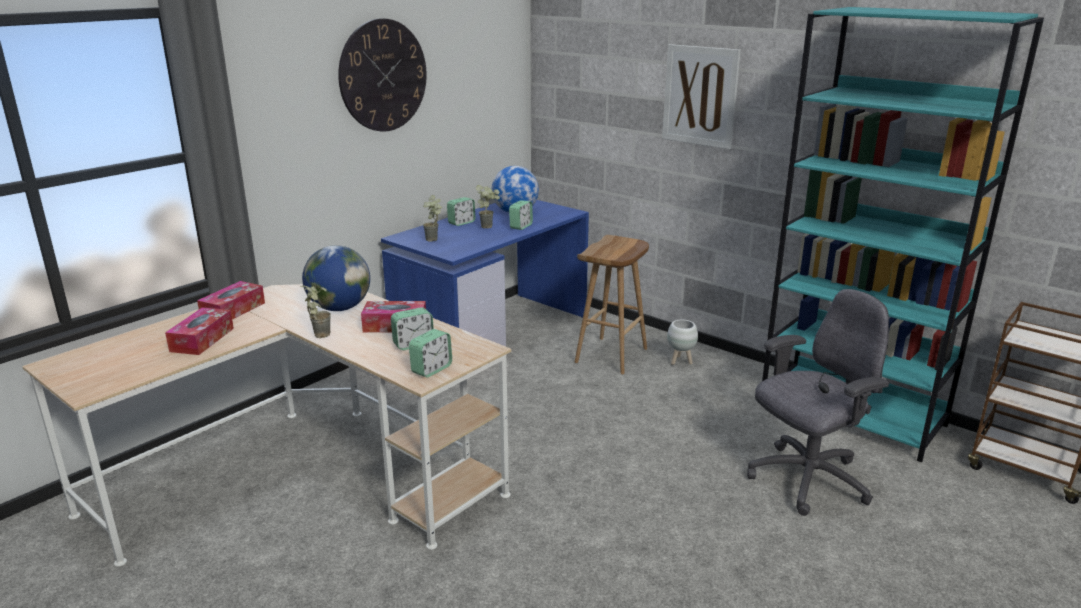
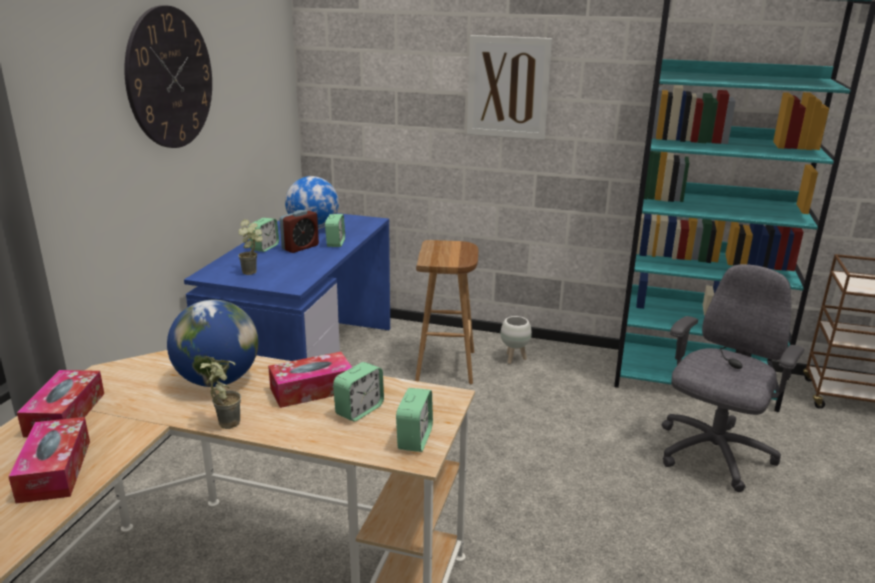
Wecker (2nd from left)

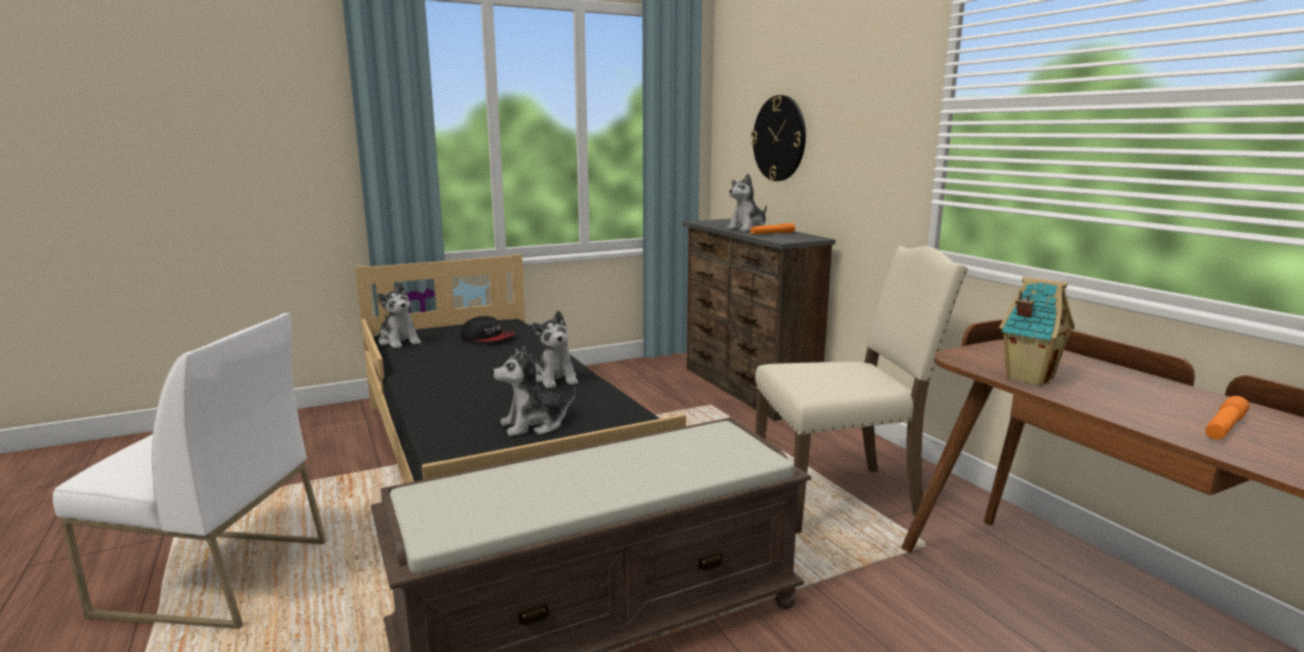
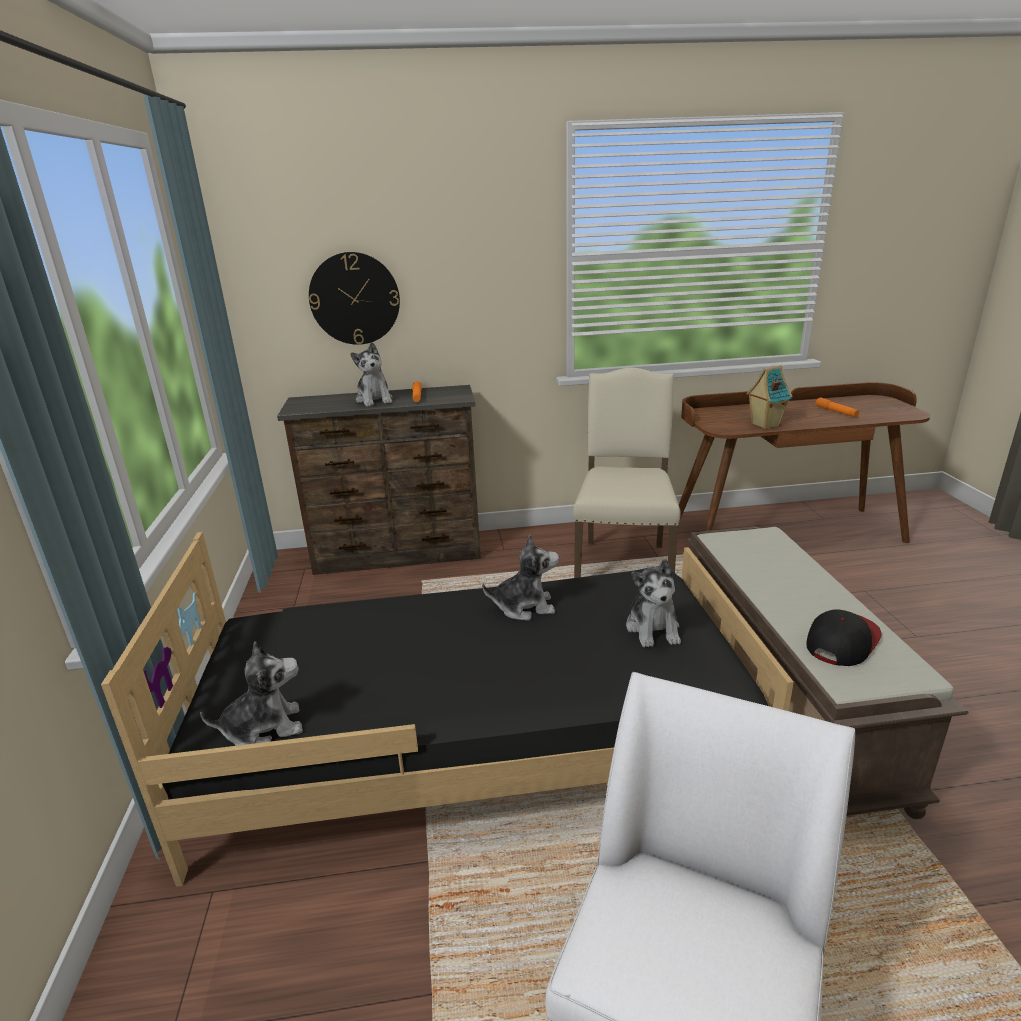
Kappe

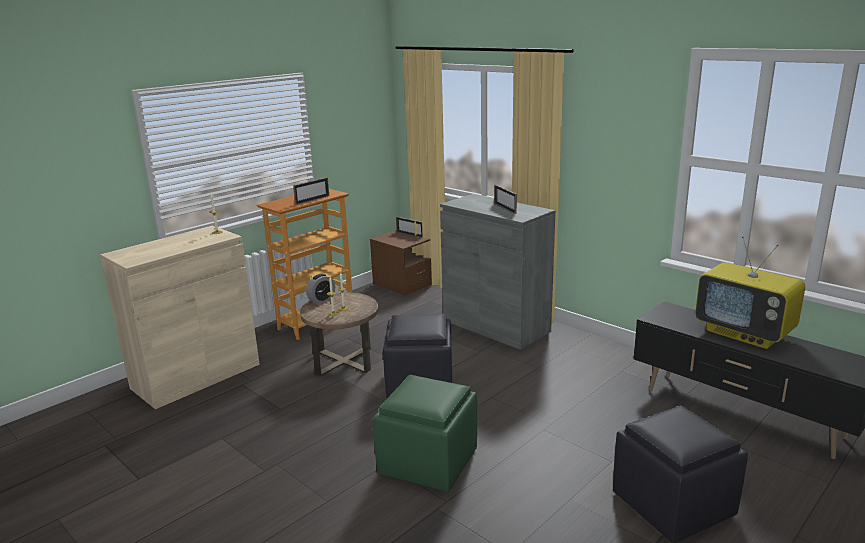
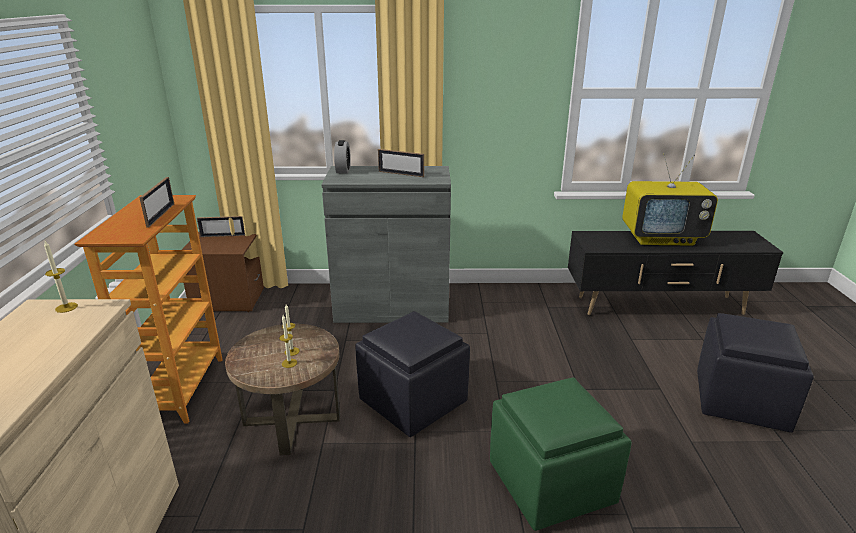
Wecker

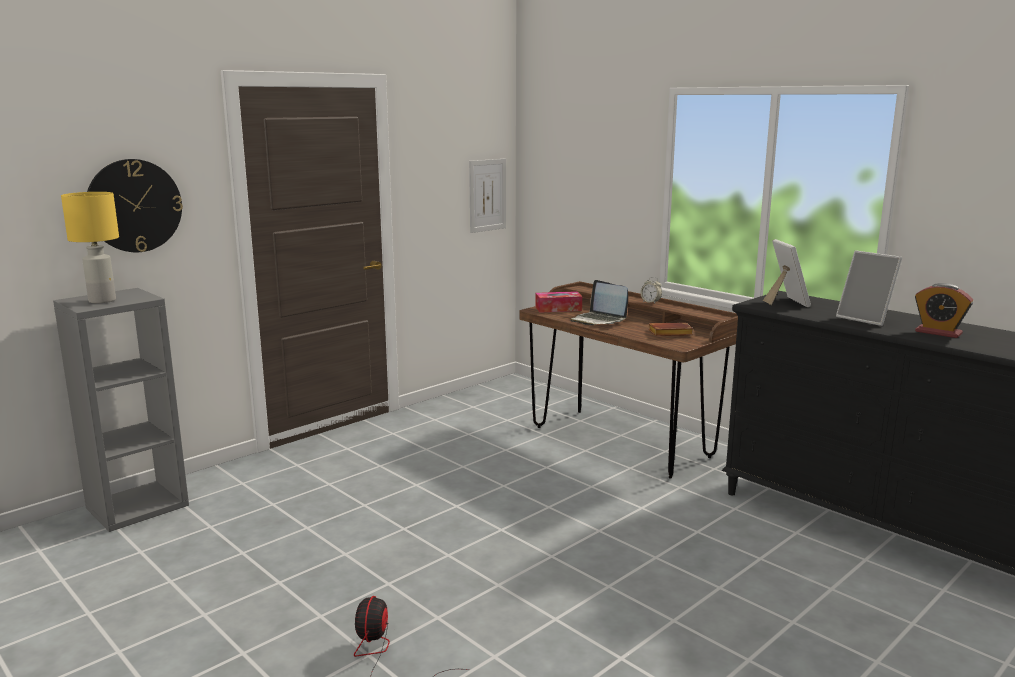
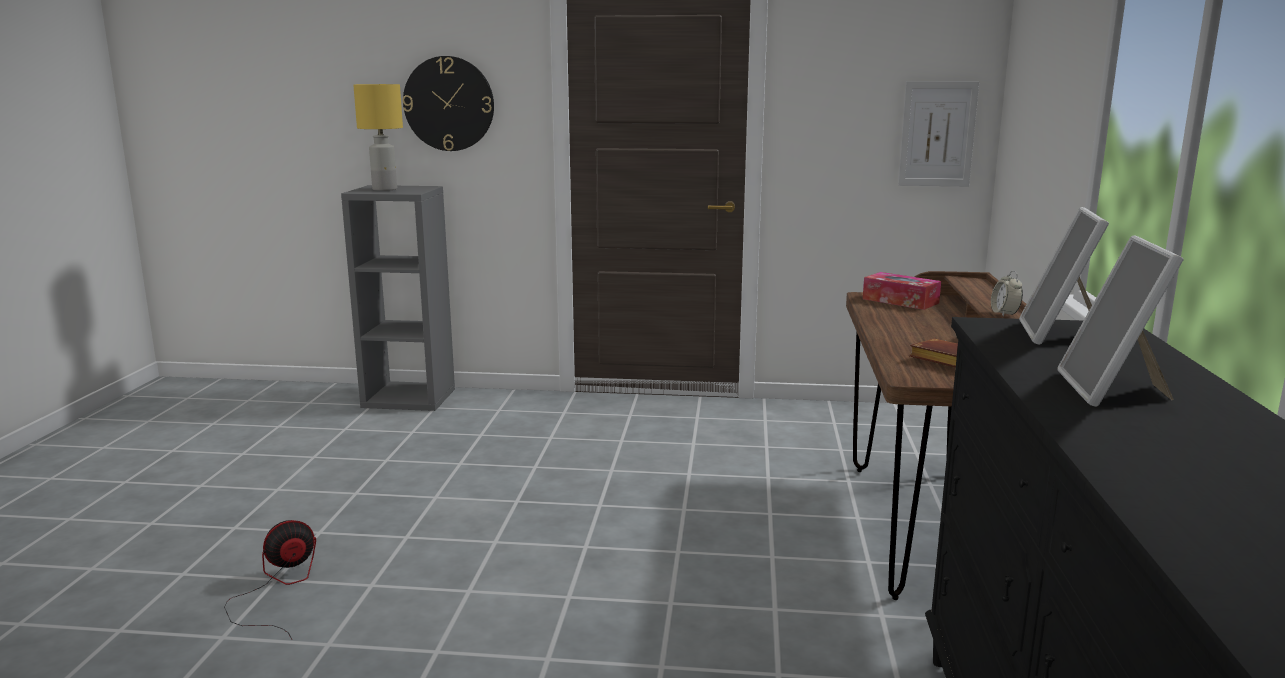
Bilderrahmen (1st from left); Laptop; Wecker (2nd from left in the first image)

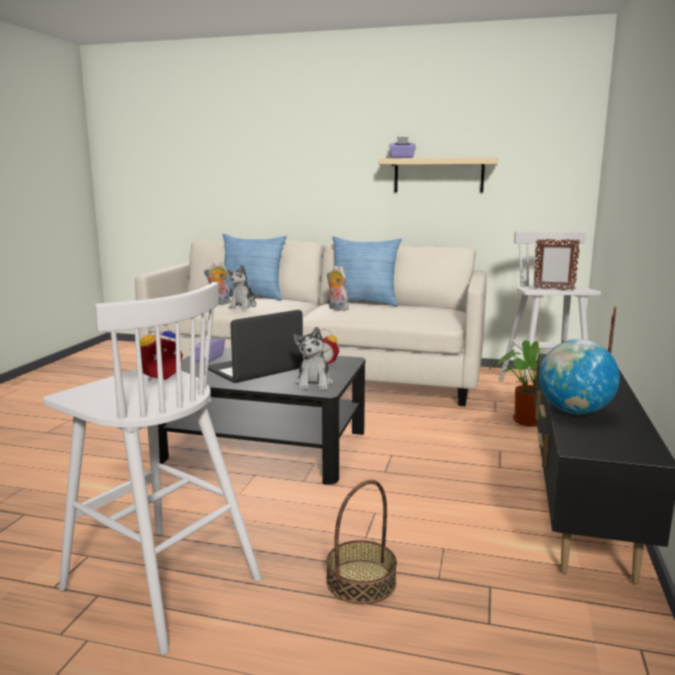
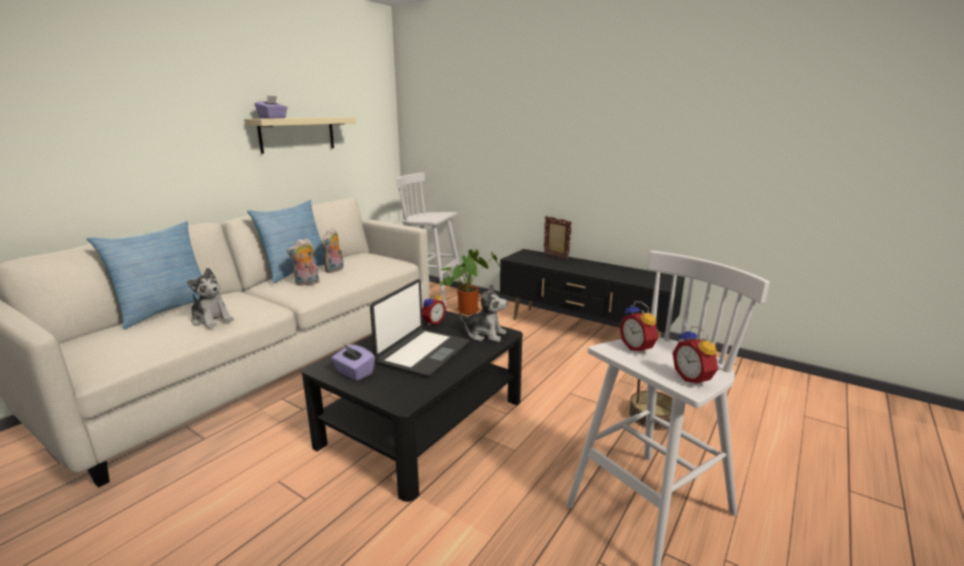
Bilderrahmen (1st from left in the first image); Plüschtier (3rd from left); Laptop; Globus; Wecker (3rd from left)

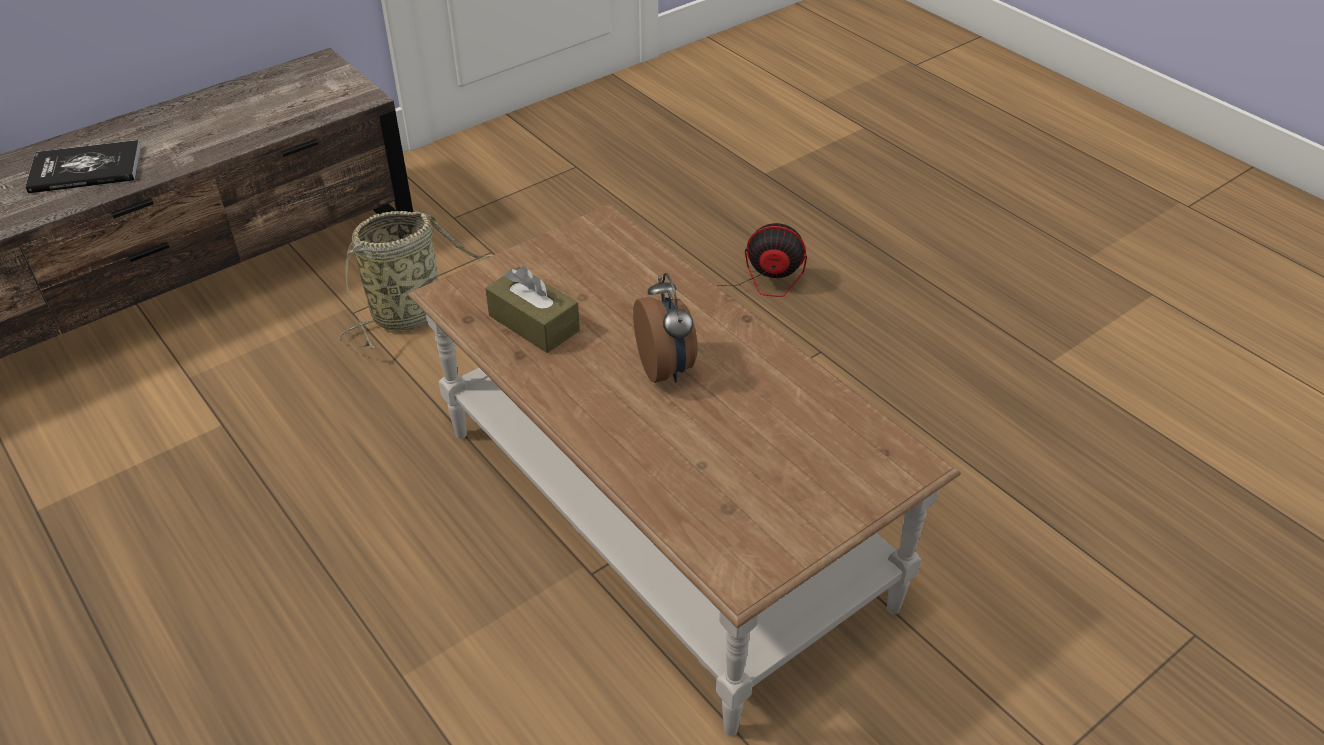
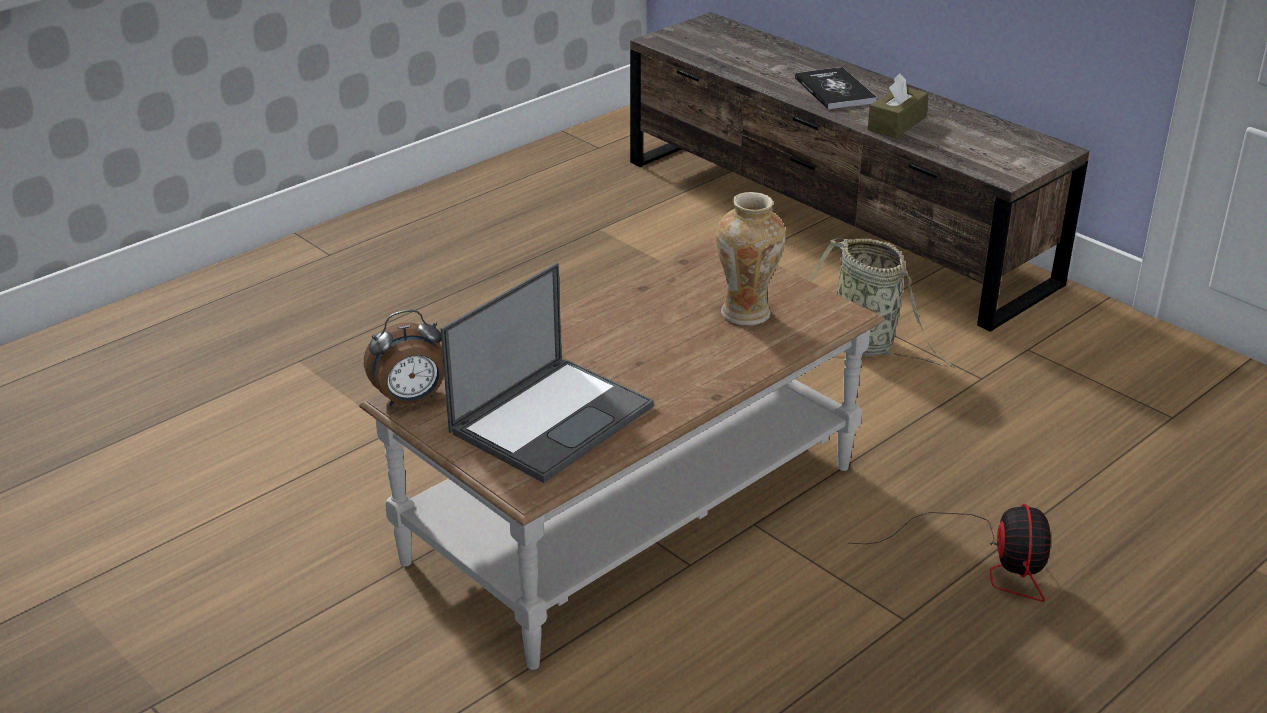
Taschentuchbox/braun; Wecker; Vase; Laptop

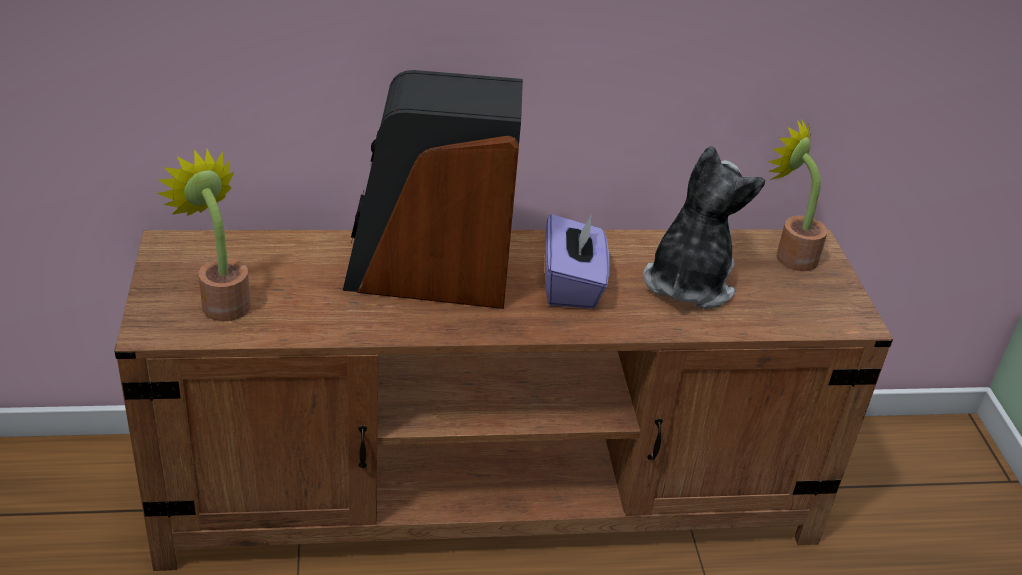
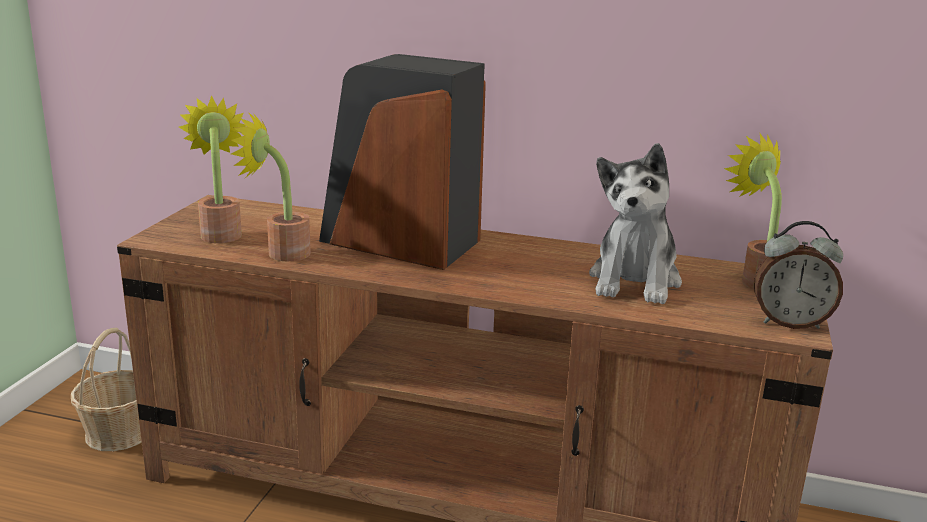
Plüschtier; Taschentuchbox/lila; Topfpflanze (2nd from left); Wecker; Korb

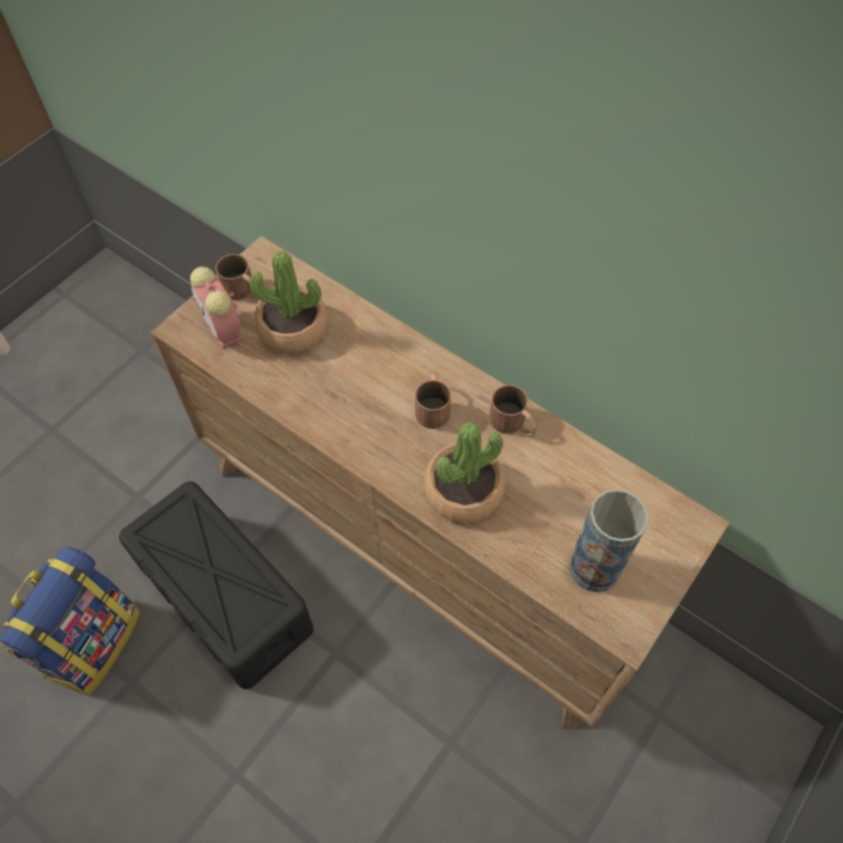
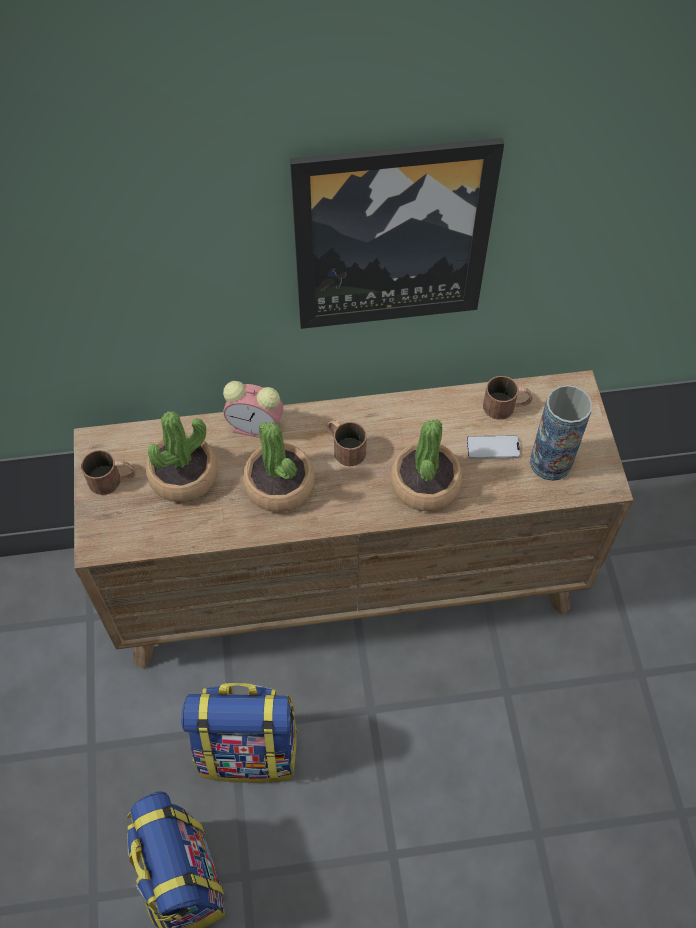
Wecker; Henkelbecher/braun (3rd from left); Rucksack (2nd from left); Bild; Topfpflanze (2nd from left); Handy

